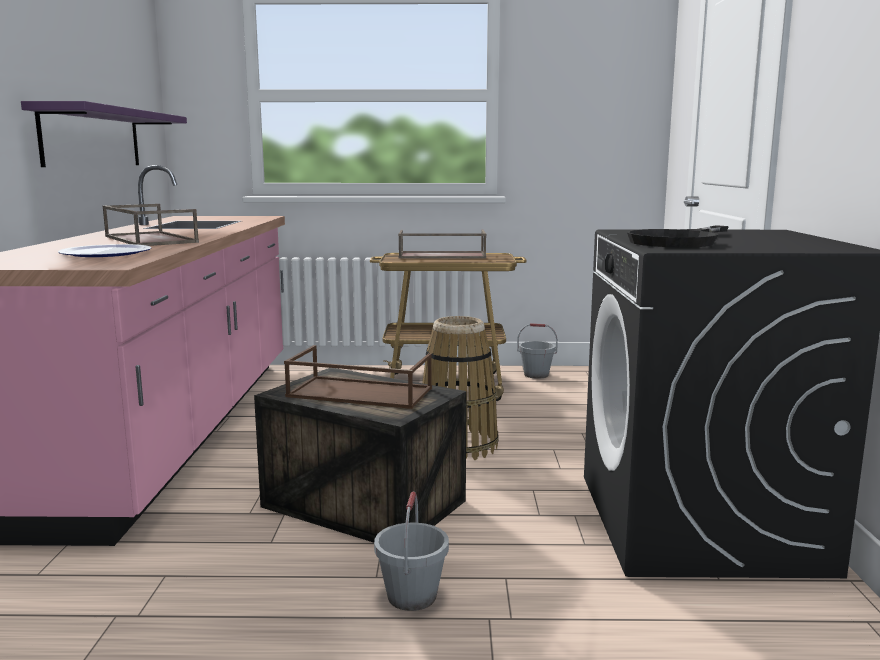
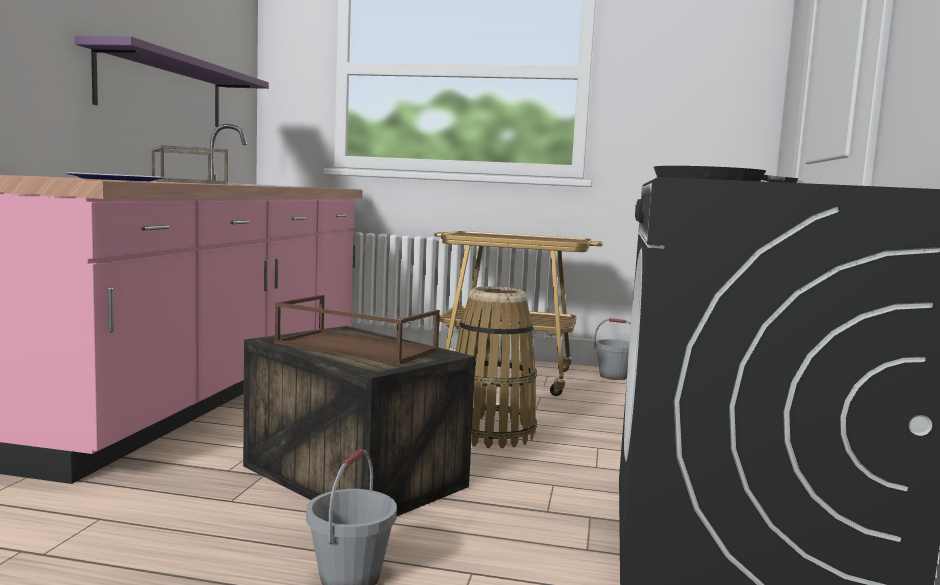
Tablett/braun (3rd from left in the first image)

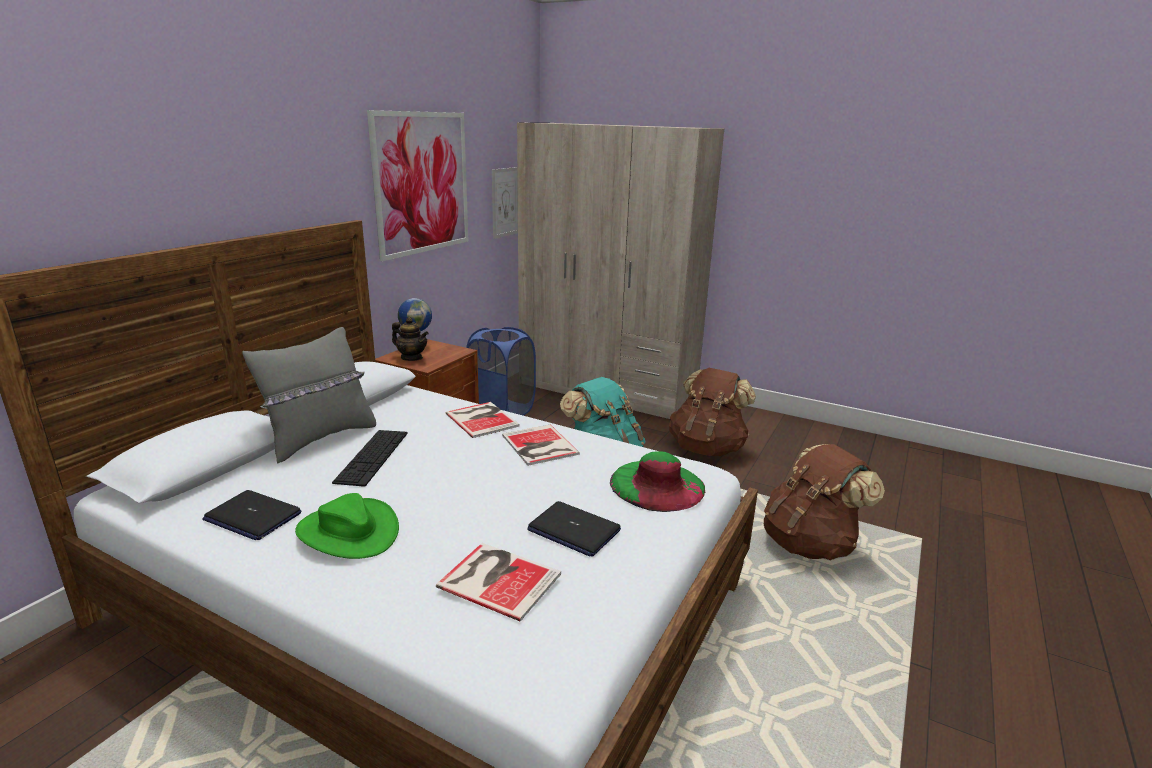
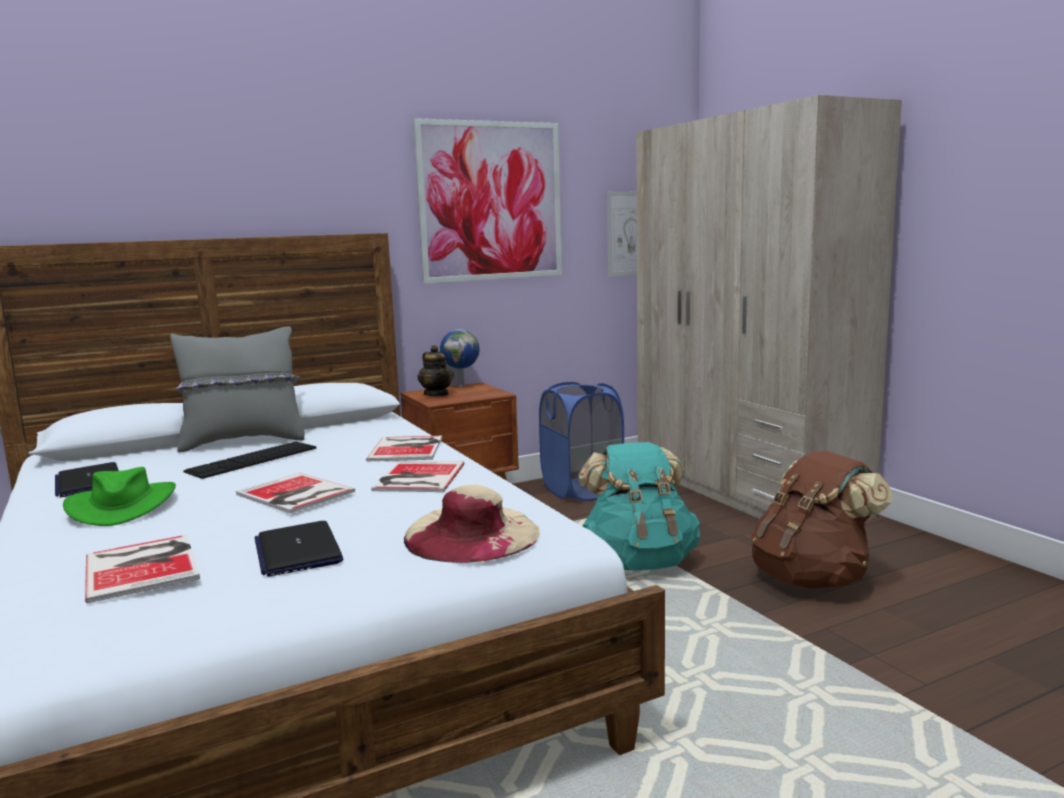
Rucksack/braun (2nd from left in the first image); Hut/beige; Buch (2nd from left)

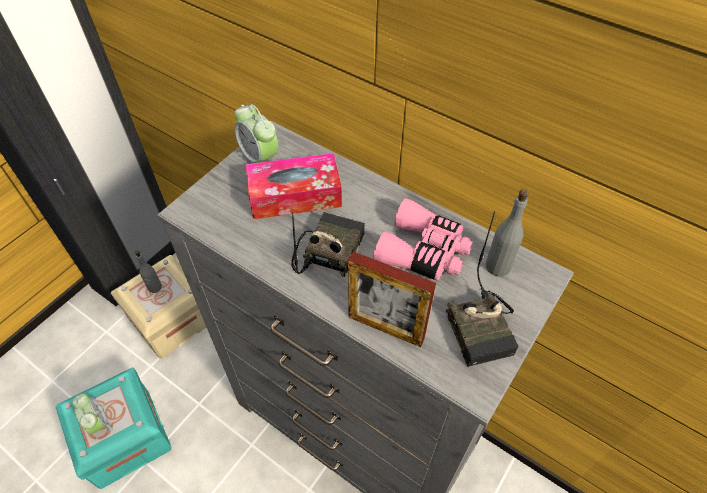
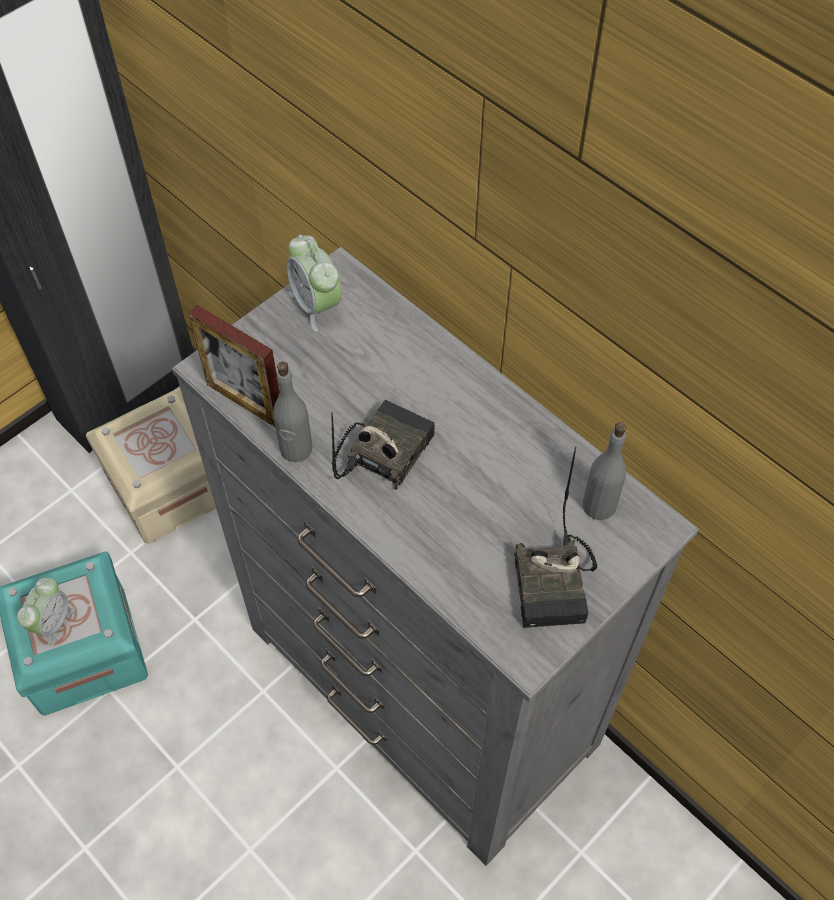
Taschentuchbox; Fernglas/rosa; Flasche/grau (1st from left); Bilderrahmen; Wecker (1st from left)

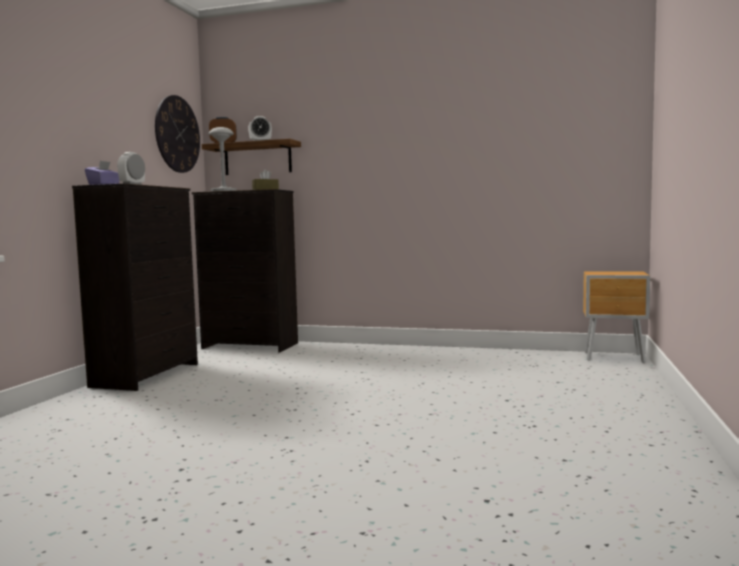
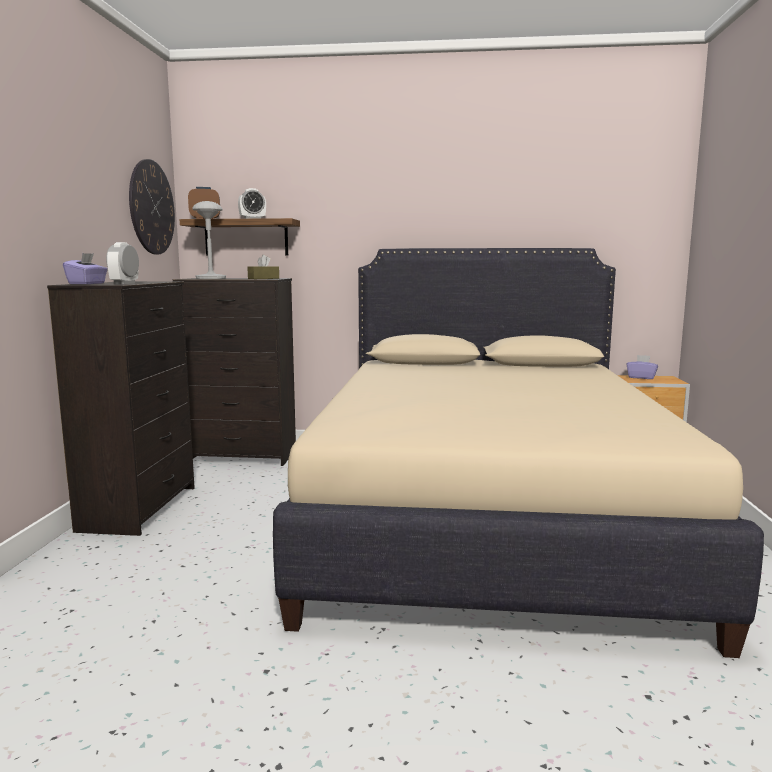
Bett/beige; Taschentuchbox/lila (2nd from left)

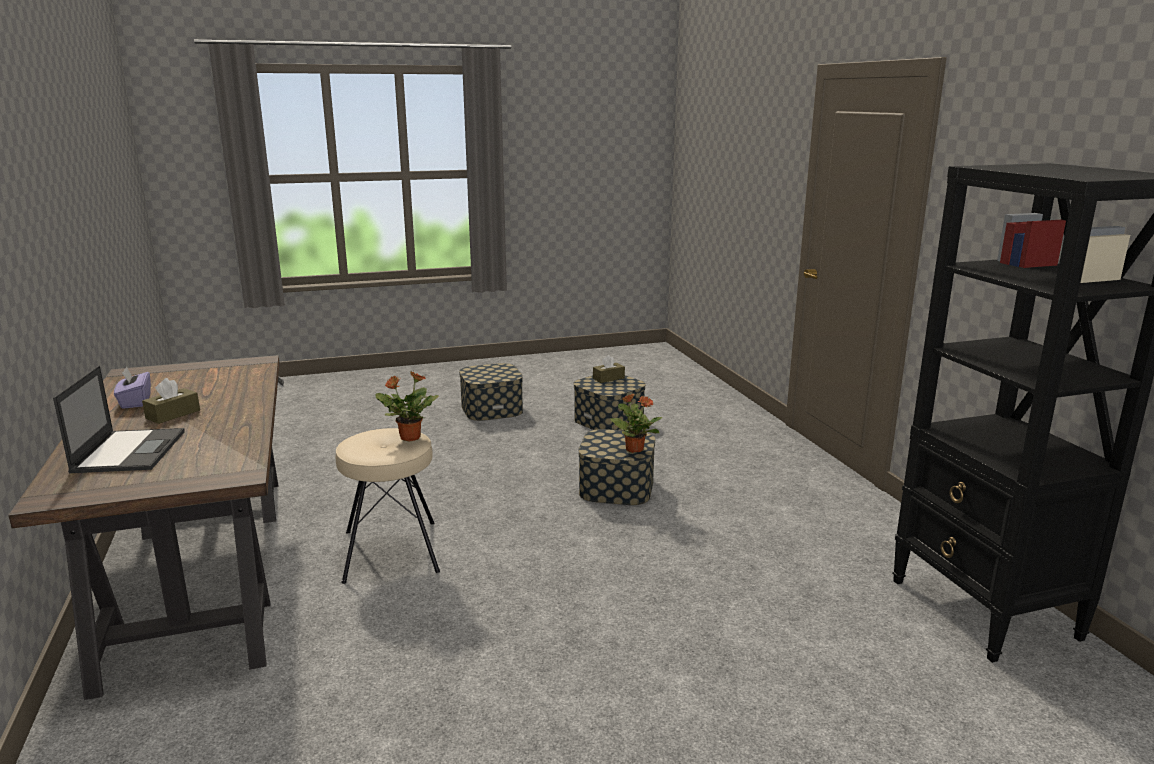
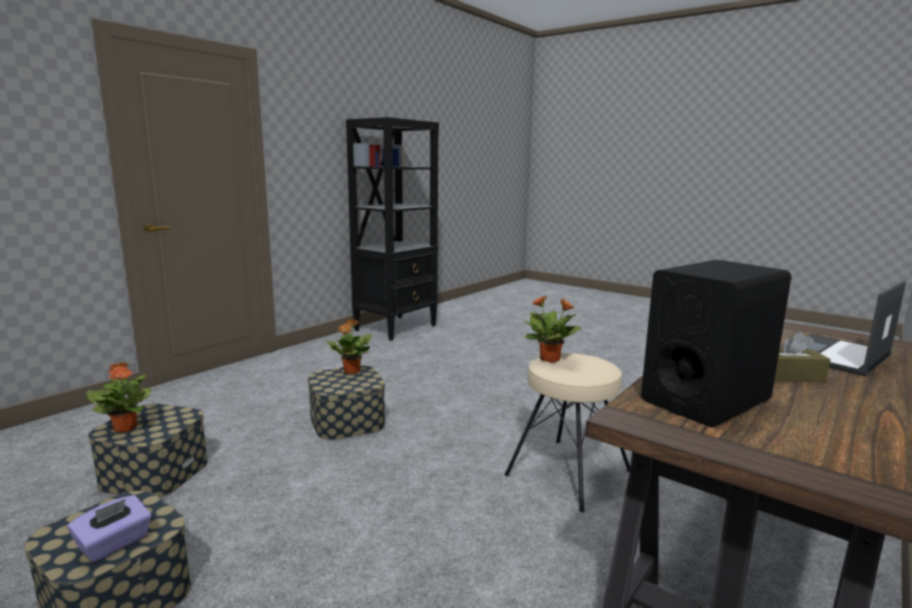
Topfpflanze (1st from left); Taschentuchbox/lila; Lautsprecher/schwarz

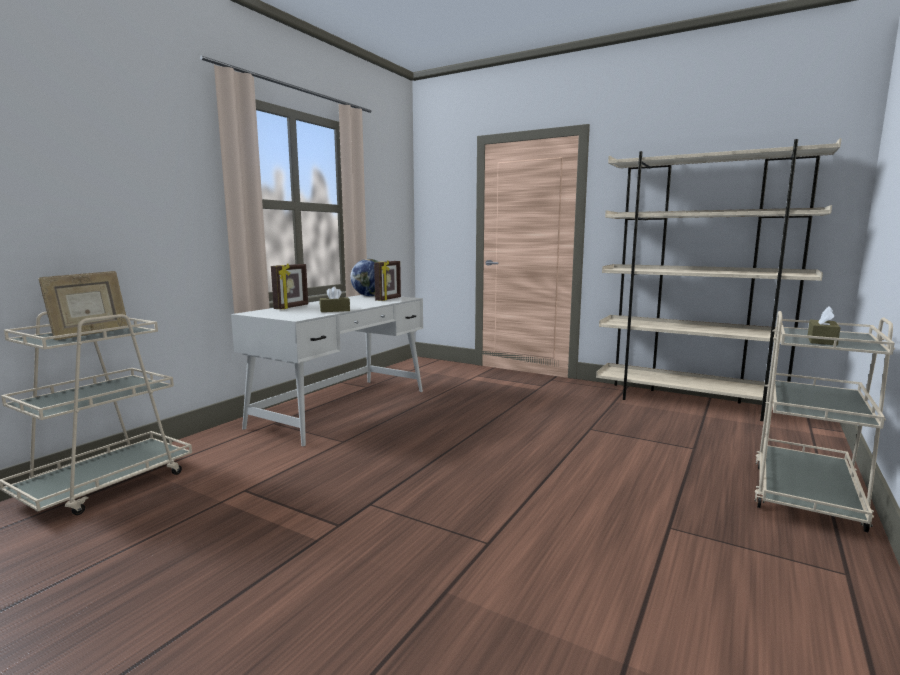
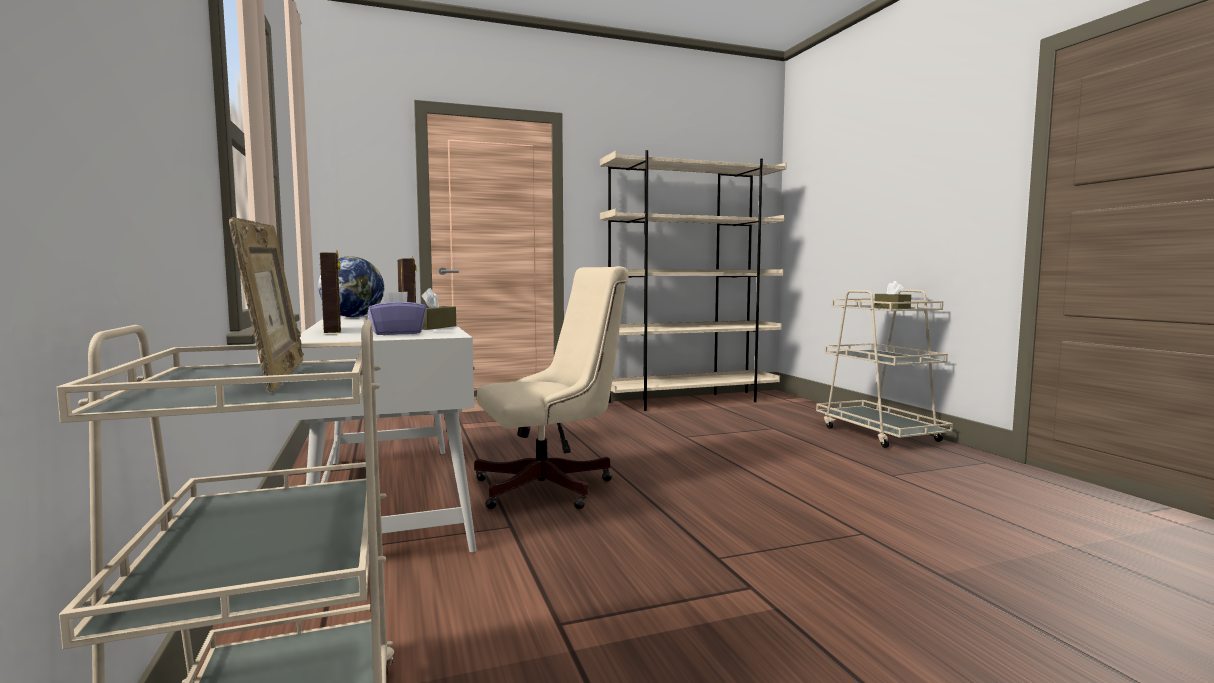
Bürostuhl/beige; Taschentuchbox/lila

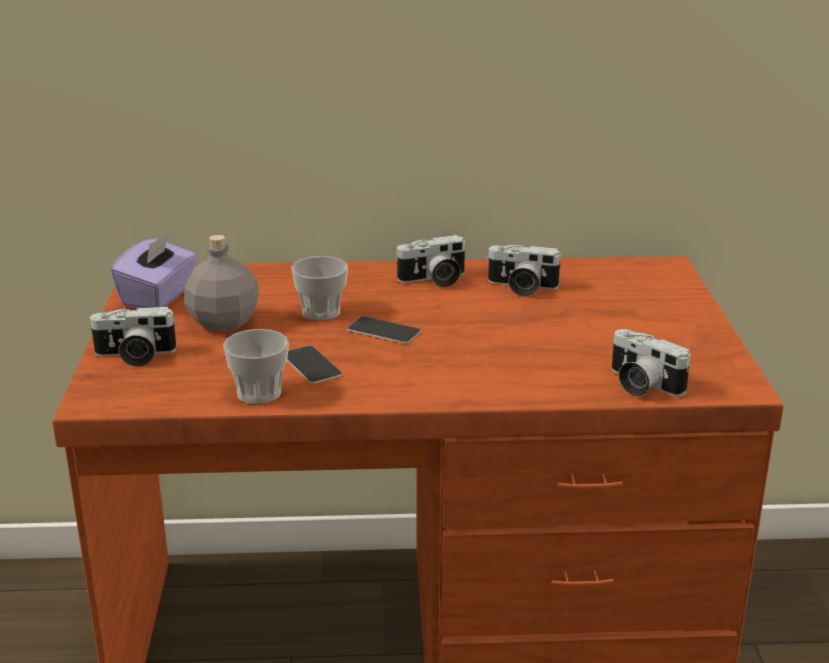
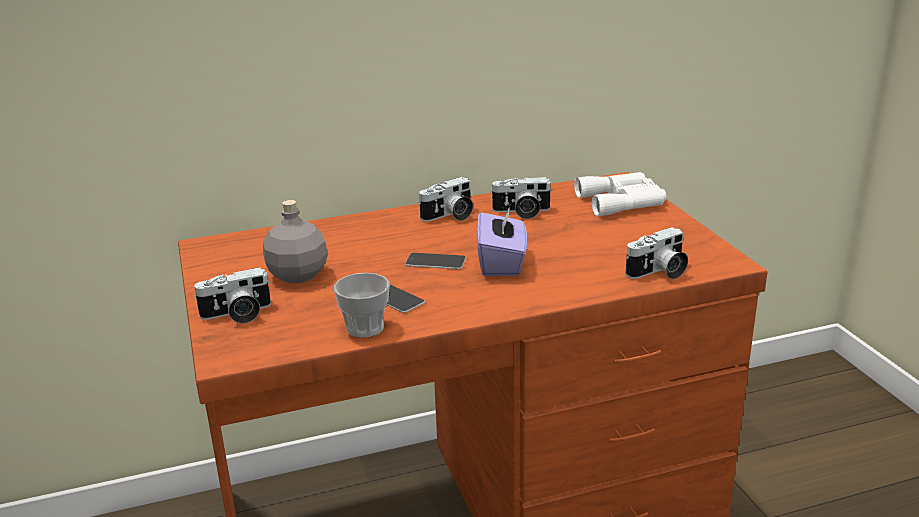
Taschentuchbox/lila; Tasse (2nd from left in the first image); Kamera (4th from left); Fernglas/weiß

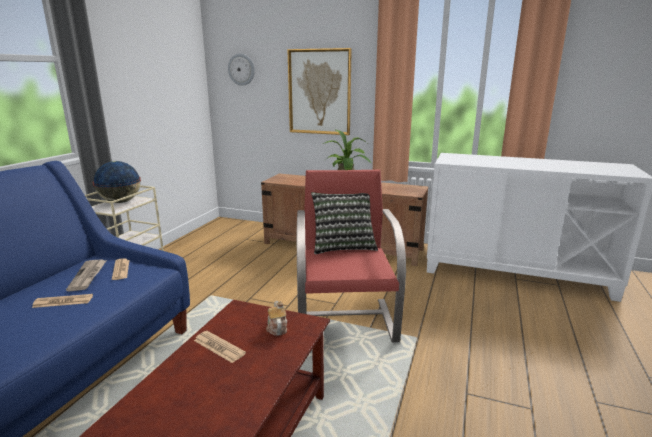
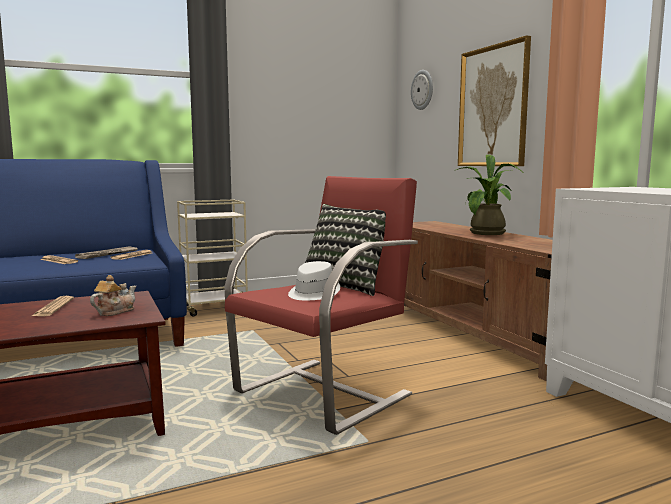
Globus; Hut/weiß

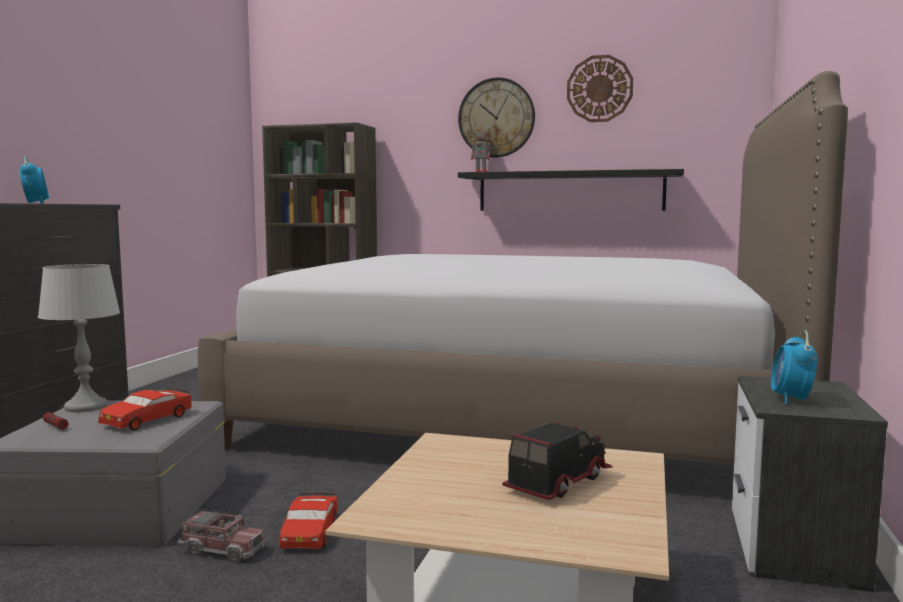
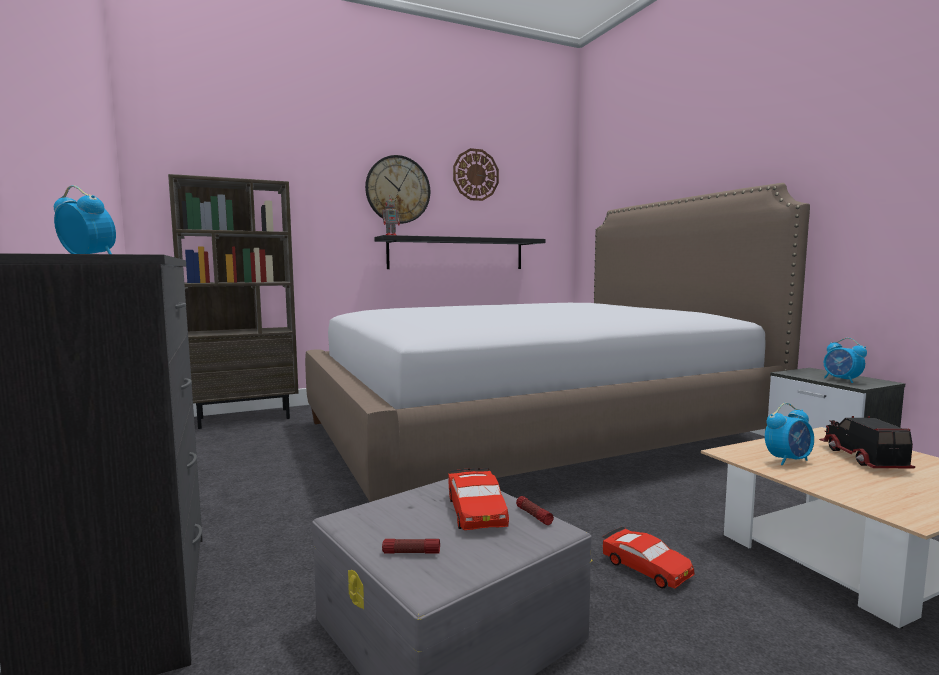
Tischlampe/grau; Spielzeuglaster (1st from left in the first image); Wecker (2nd from left); Taschenlampe (2nd from left)

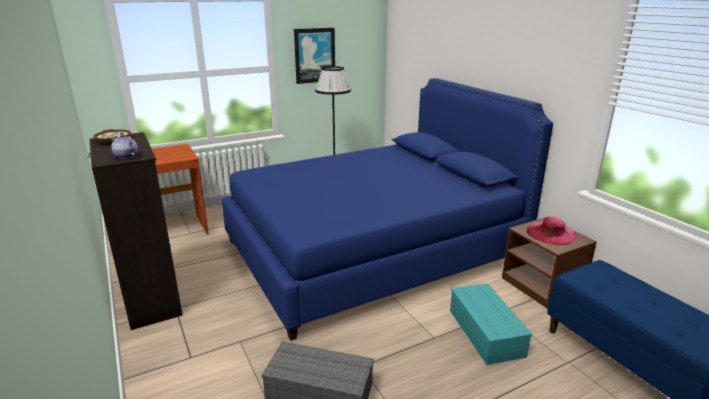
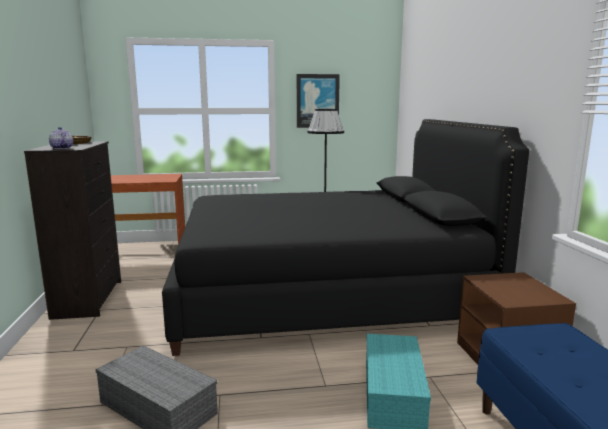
Bett/schwarz; Hut/rosa

